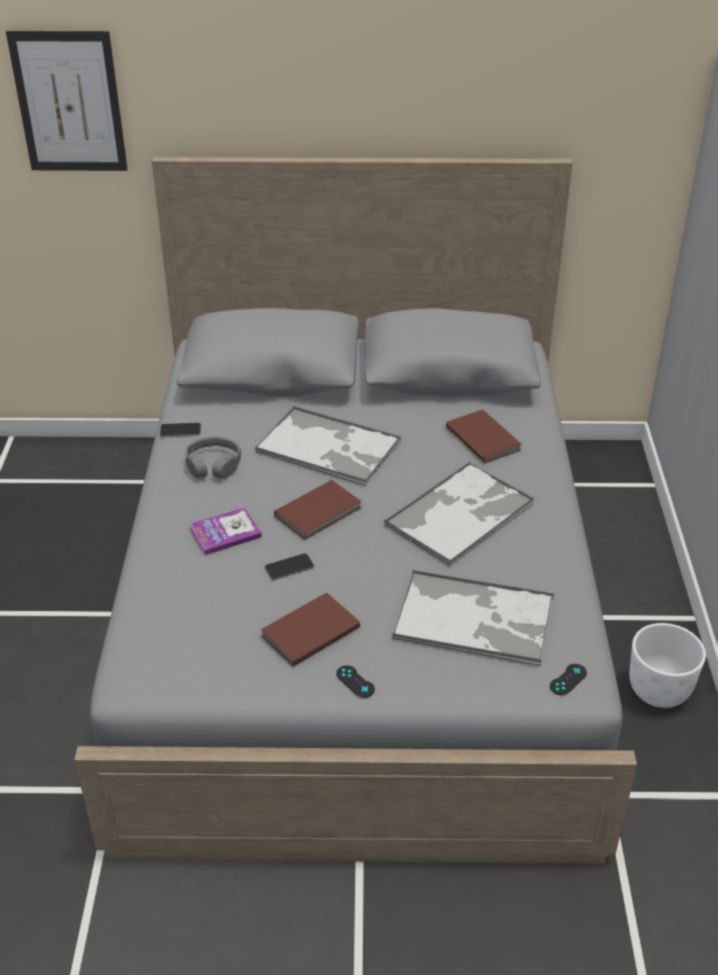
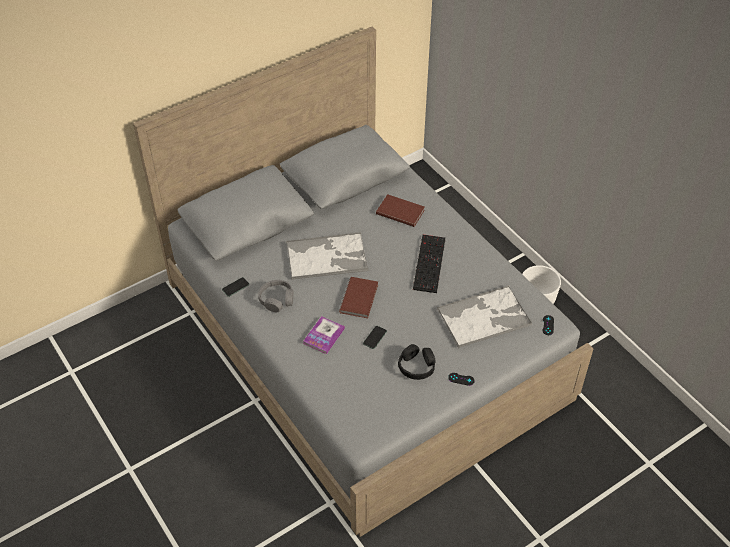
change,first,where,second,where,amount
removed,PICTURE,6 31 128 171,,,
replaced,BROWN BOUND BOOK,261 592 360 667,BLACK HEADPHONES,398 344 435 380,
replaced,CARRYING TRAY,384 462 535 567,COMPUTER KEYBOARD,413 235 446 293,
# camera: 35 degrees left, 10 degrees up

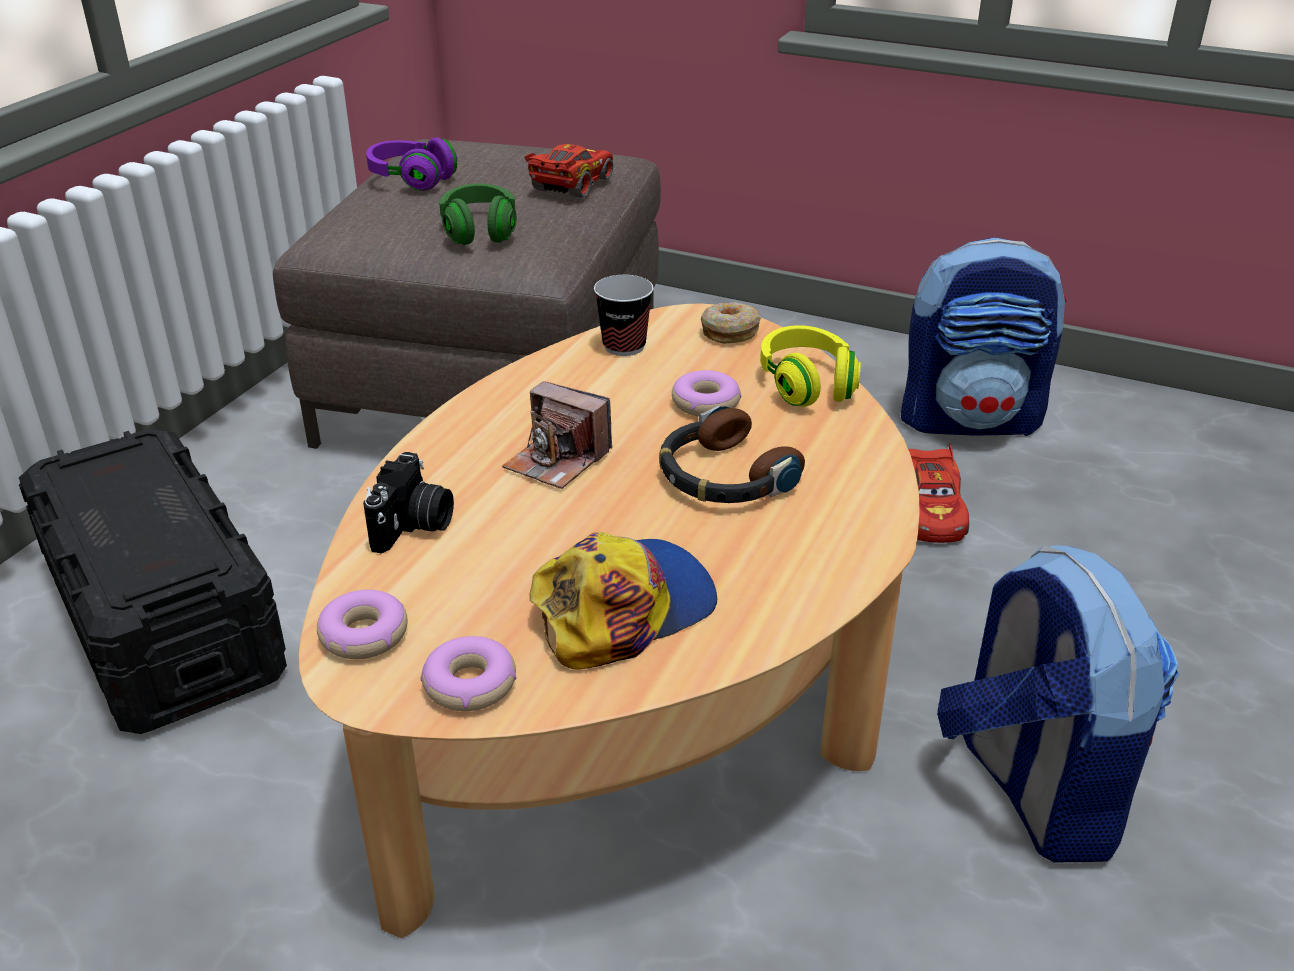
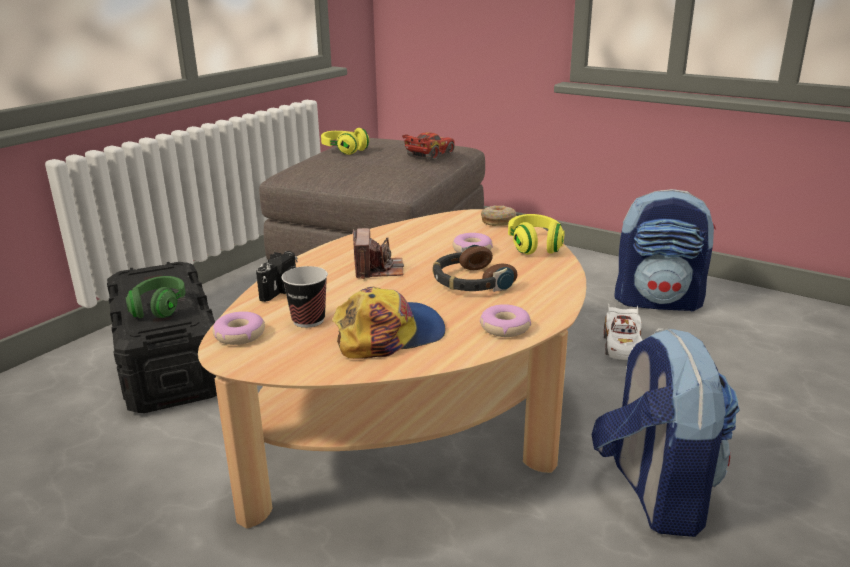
change,first,where,second,where,amount
moved,RING DOUGHNUT,421 636 516 711,,480 304 531 337,
moved,GREEN-COLOURED HEADPHONES,439 183 517 245,,125 276 186 318,
moved,CUP,594 275 654 356,,282 266 328 328,
recoloured,PURPLE HEADPHONES,366 138 457 191,YELLOW HEADPHONES,321 128 369 155,
recoloured,RED-COLOURED MINIATURE CAR,908 443 969 543,WHITISH MINIATURE CAR,604 304 642 360,
turned,PHOTO CAMERA,502 381 612 489,,353 228 404 279,135 degrees counterclockwise
# camera: 10 degrees right, 10 degrees down

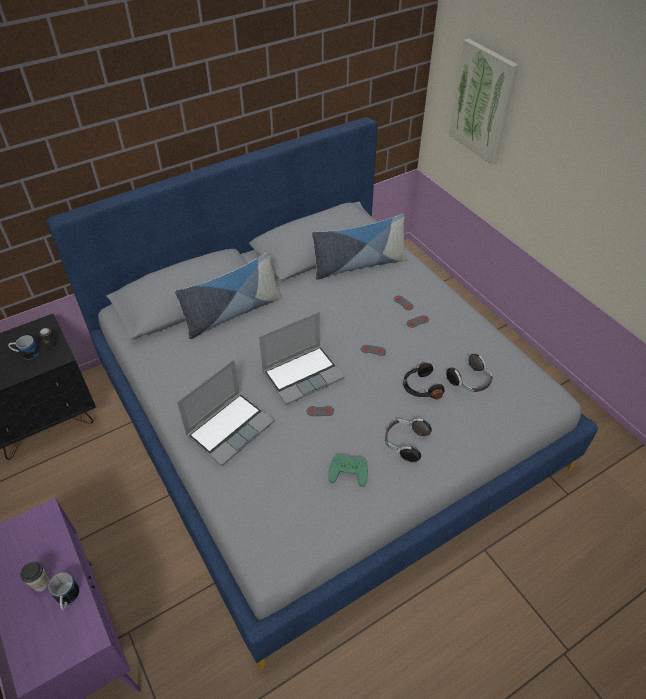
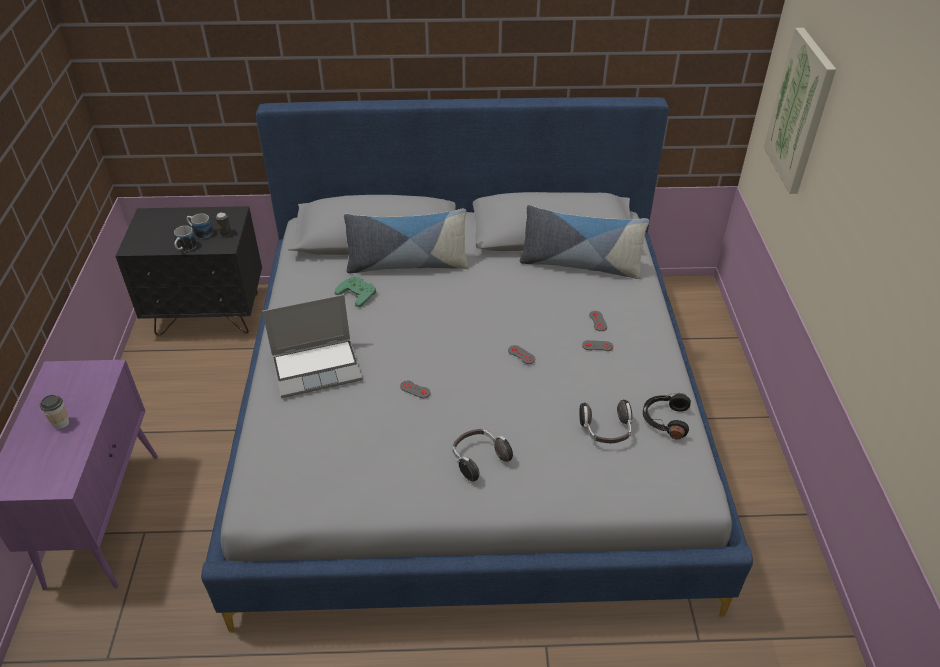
change,first,where,second,where,amount
removed,NOTEBOOK COMPUTER,259 311 345 405,,,
moved,TEA MUG,48 573 79 611,,174 226 197 251,
moved,GREEN-COLOURED GAMEPAD,328 454 368 487,,335 276 376 307,
moved,BLACK HEADPHONES,403 362 445 399,,643 393 691 440,
# camera: 30 degrees right, 5 degrees down

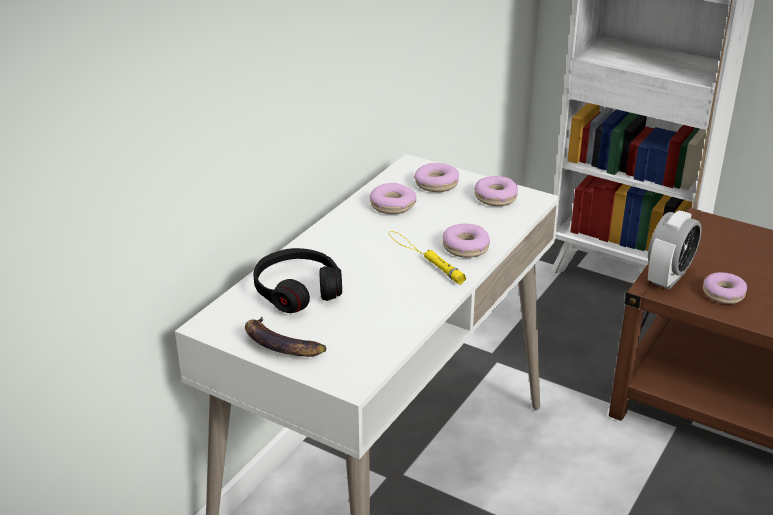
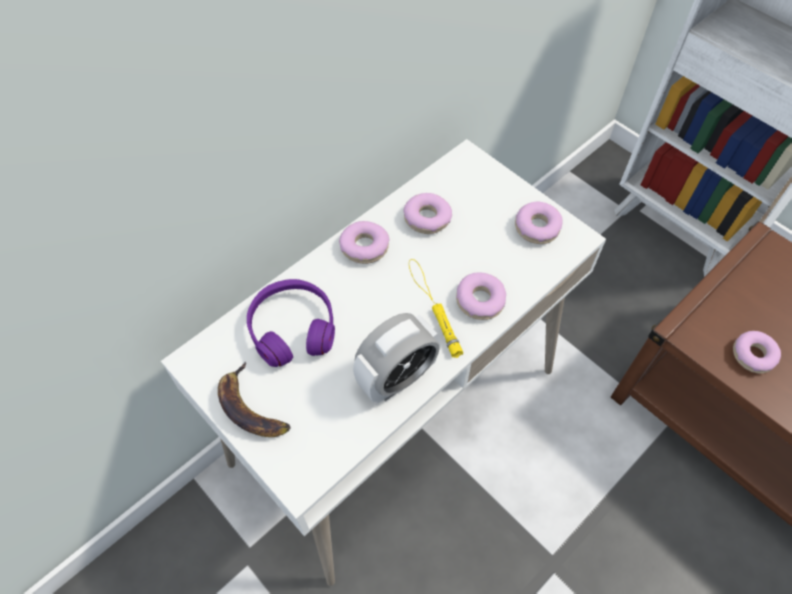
change,first,where,second,where,amount
moved,RING DOUGHNUT,414 163 459 192,,339 221 389 264,
moved,BEDSIDE CLOCK,648 210 701 290,,353 313 441 405,
recoloured,BLACK HEADPHONES,253 248 342 313,PURPLE HEADPHONES,247 279 335 367,
# camera: 15 degrees right, 25 degrees up

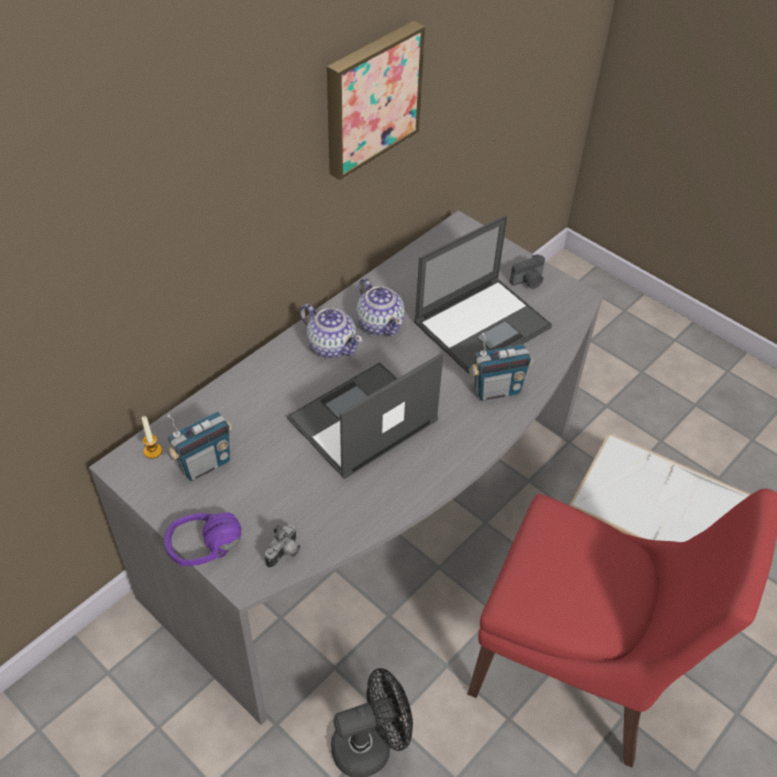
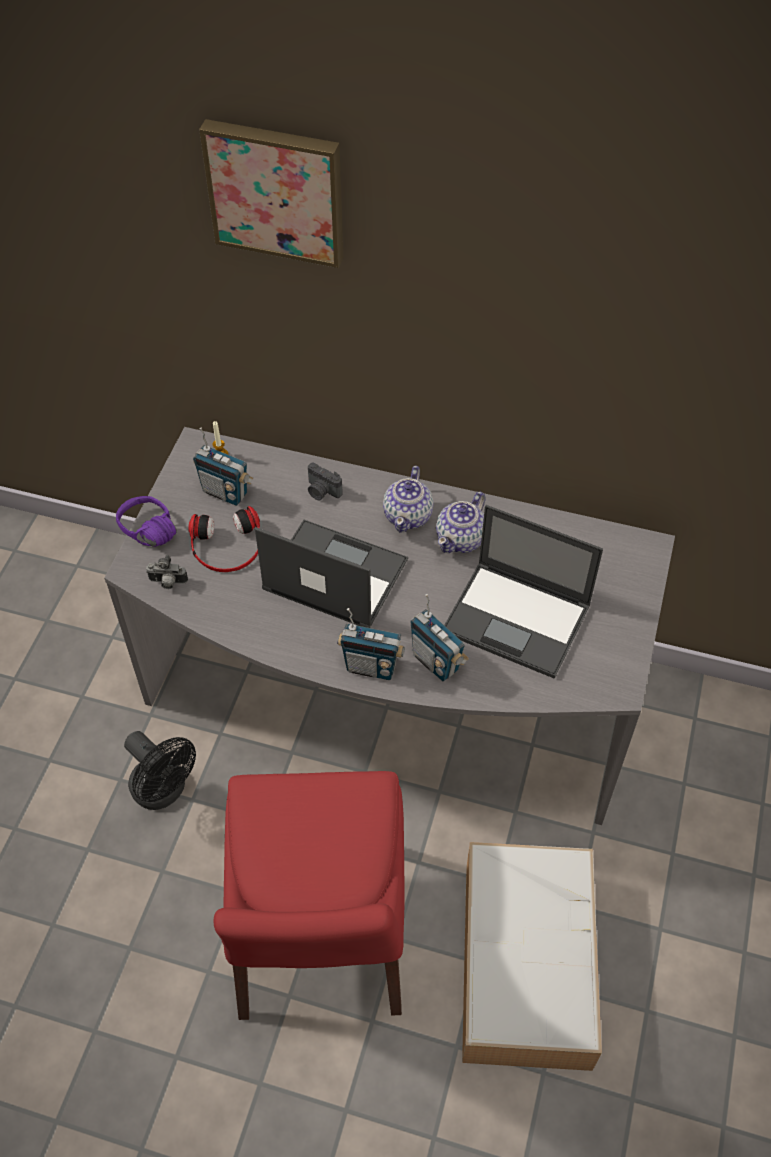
change,first,where,second,where,amount
added,,,HEADPHONES,188 506 260 572,
added,,,RADIO,337 608 405 680,
moved,PICTURE,327 21 425 180,,199 119 343 268,
moved,PHOTO CAMERA,510 254 545 289,,308 462 343 500,
# camera: 65 degrees right, 5 degrees up

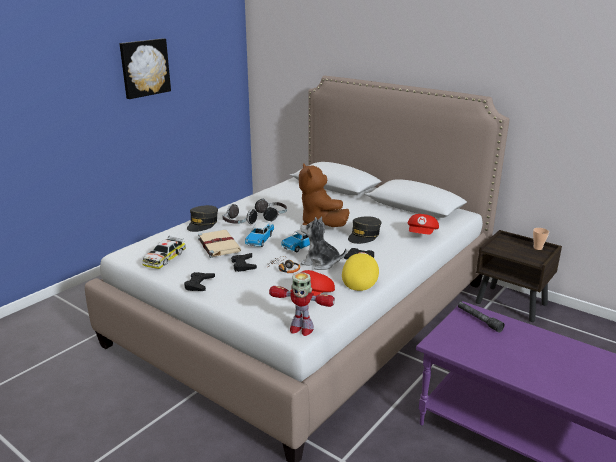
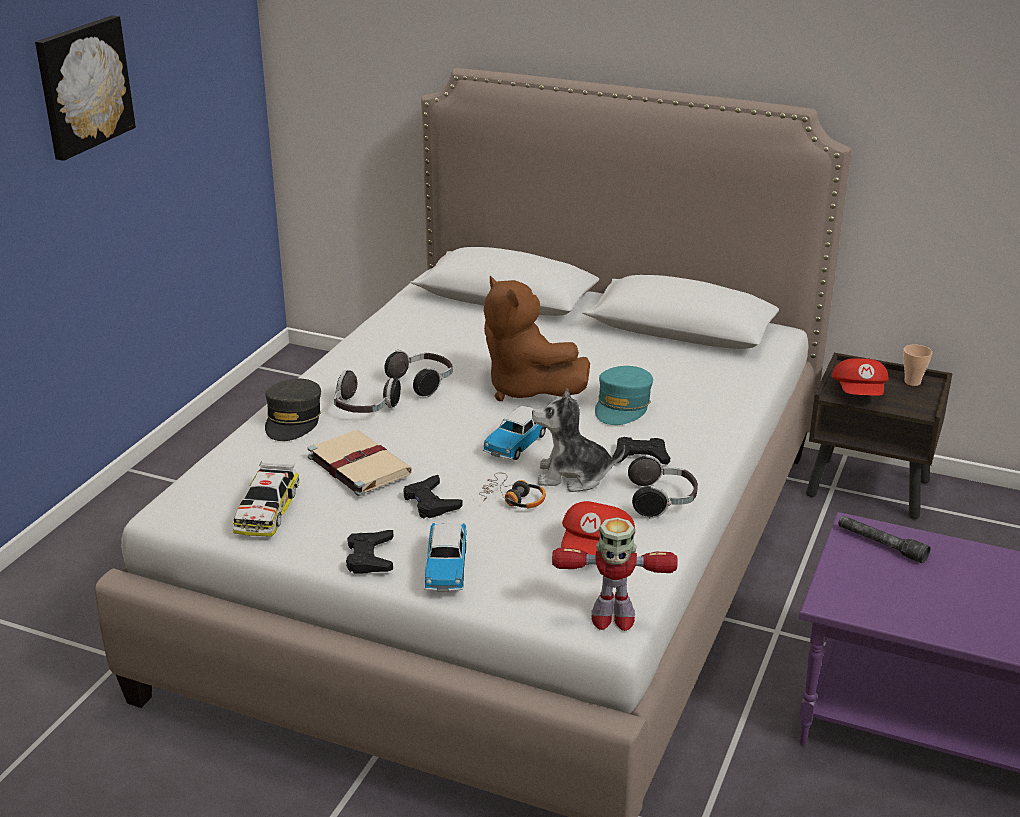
change,first,where,second,where,amount
moved,MINIATURE CAR,245 222 274 247,,424 523 467 592,
moved,RED-COLOURED CAP,408 214 439 235,,832 358 889 396,
replaced,YELLOW CAP,342 252 379 291,HEADPHONES,628 455 698 519,
recoloured,GREY CAP,348 216 381 244,TURQUOISE CAP,595 366 653 425,
# camera: 15 degrees left, 5 degrees up

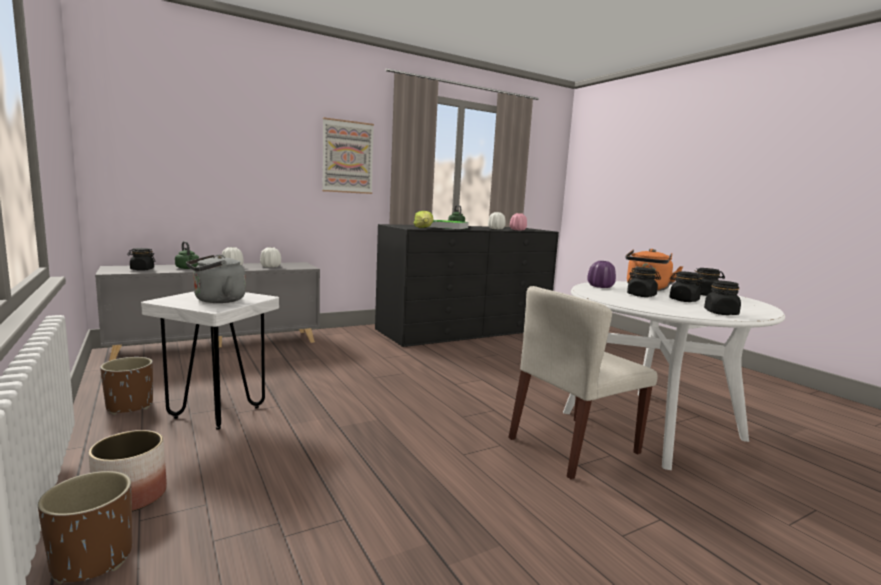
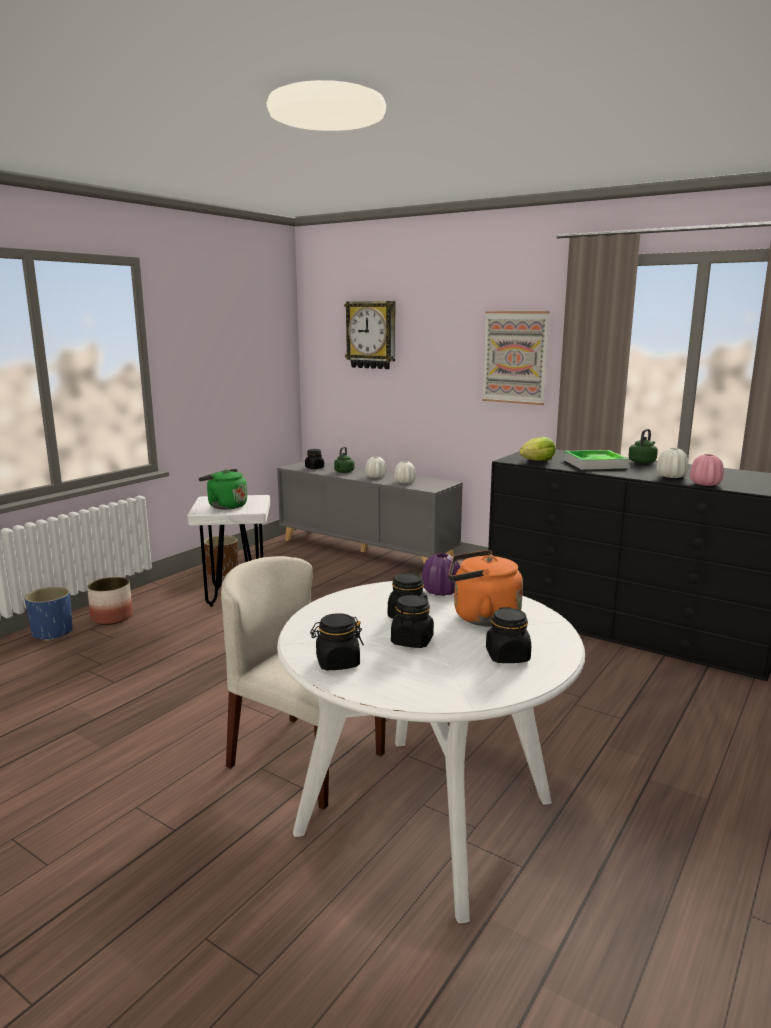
change,first,where,second,where,amount
added,,,CLOCK ON THE WALL,344 301 395 369,
recoloured,BROWN PLANTER,38 471 132 584,BLUE-COLOURED PLANTER,24 587 73 641,
recoloured,GREY WATER KETTLE,186 254 246 303,GREEN-COLOURED WATER KETTLE,199 469 247 510,
# camera: 65 degrees right, 5 degrees up

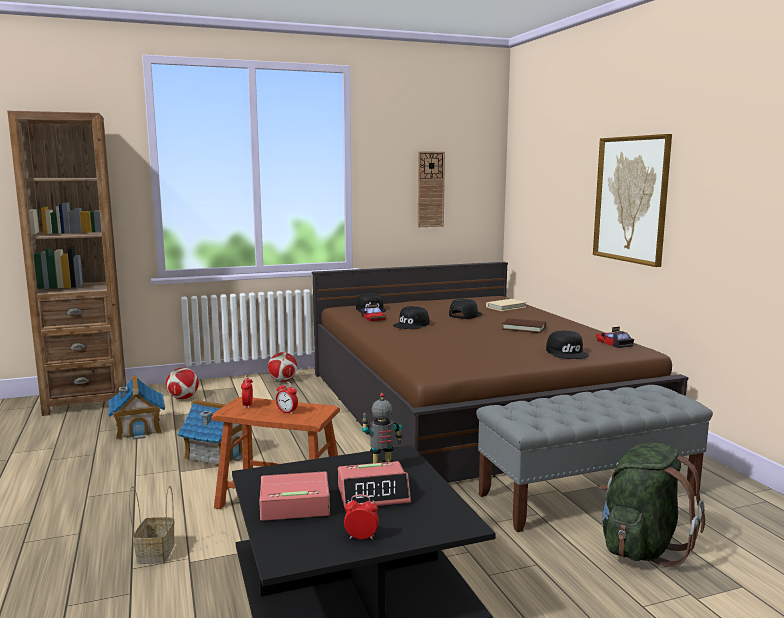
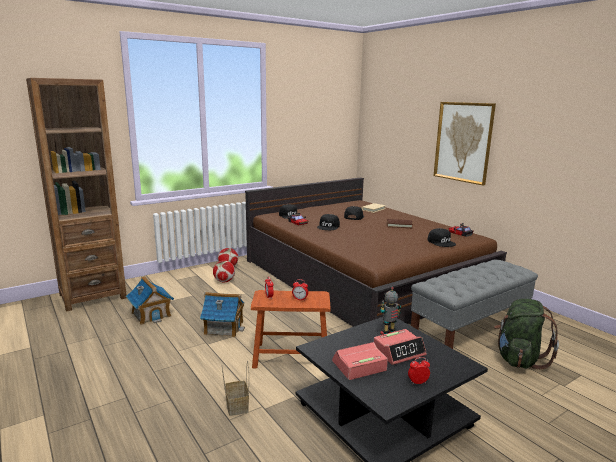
change,first,where,second,where,amount
removed,CLOCK ON THE WALL,418 151 445 227,,,
moved,FOOTBALL BALL,166 367 199 399,,213 260 235 283,
# camera: 15 degrees left, 5 degrees up

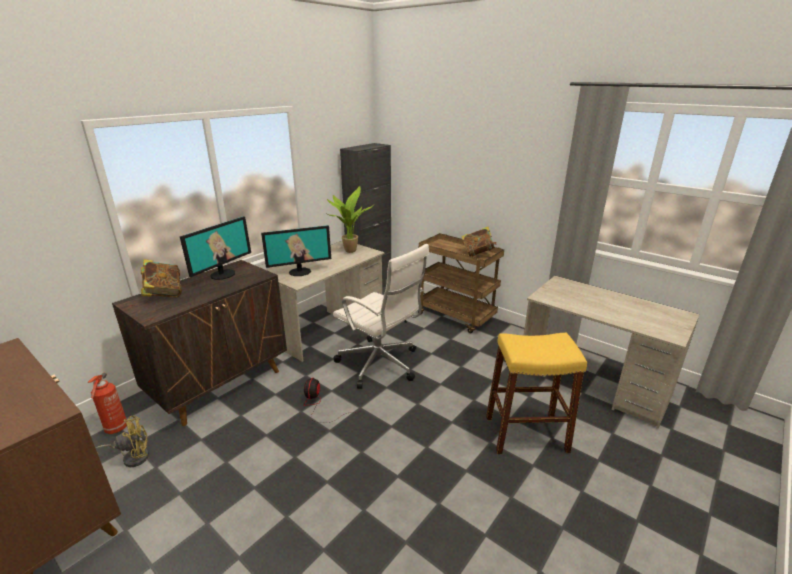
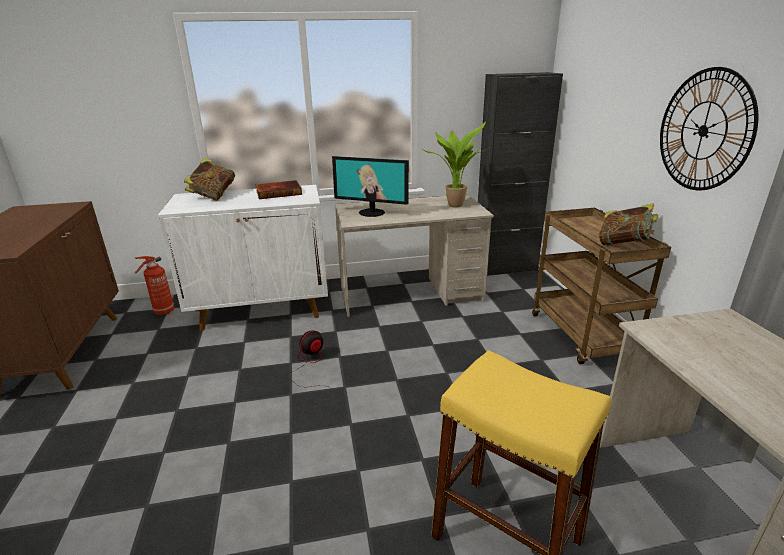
change,first,where,second,where,amount
removed,YELLOW COOLING FAN,96 416 149 467,,,
removed,WHITISH COMPUTER CHAIR,333 244 429 389,,,
added,,,CLOCK ON THE WALL,660 67 758 190,
replaced,MONITOR,180 216 251 280,BOUND BOOK,255 180 302 199,
recoloured,BROWN CABINET,112 260 287 426,WHITISH CABINET,158 185 328 331,
# camera: 40 degrees right, 0 degrees up

